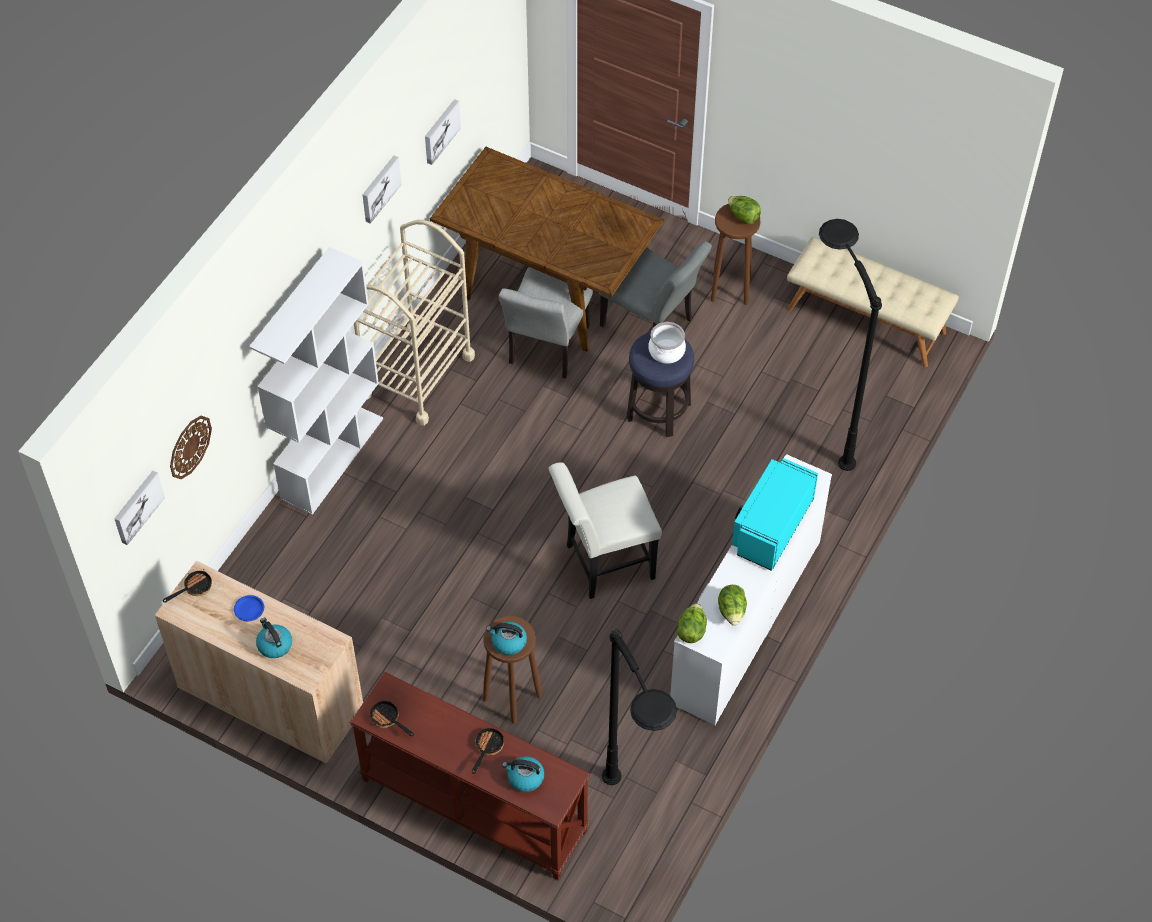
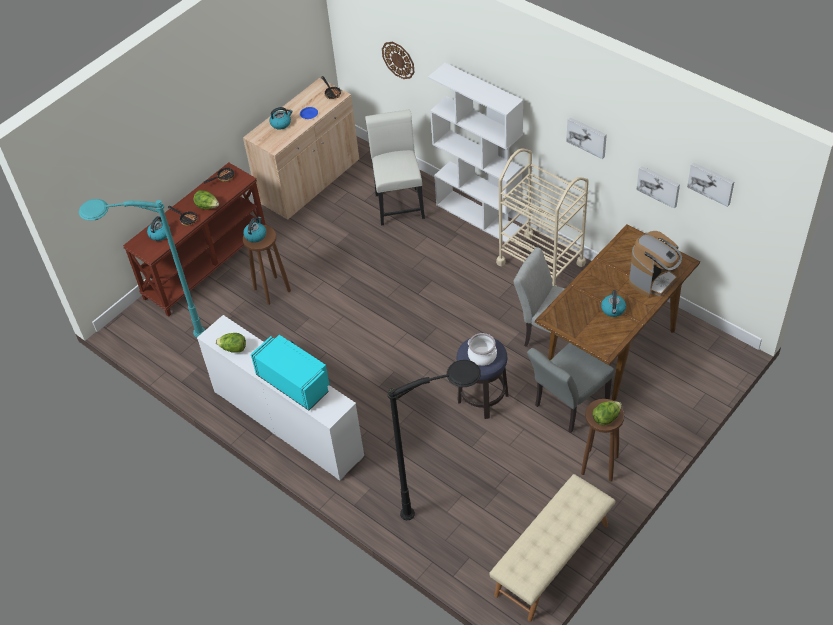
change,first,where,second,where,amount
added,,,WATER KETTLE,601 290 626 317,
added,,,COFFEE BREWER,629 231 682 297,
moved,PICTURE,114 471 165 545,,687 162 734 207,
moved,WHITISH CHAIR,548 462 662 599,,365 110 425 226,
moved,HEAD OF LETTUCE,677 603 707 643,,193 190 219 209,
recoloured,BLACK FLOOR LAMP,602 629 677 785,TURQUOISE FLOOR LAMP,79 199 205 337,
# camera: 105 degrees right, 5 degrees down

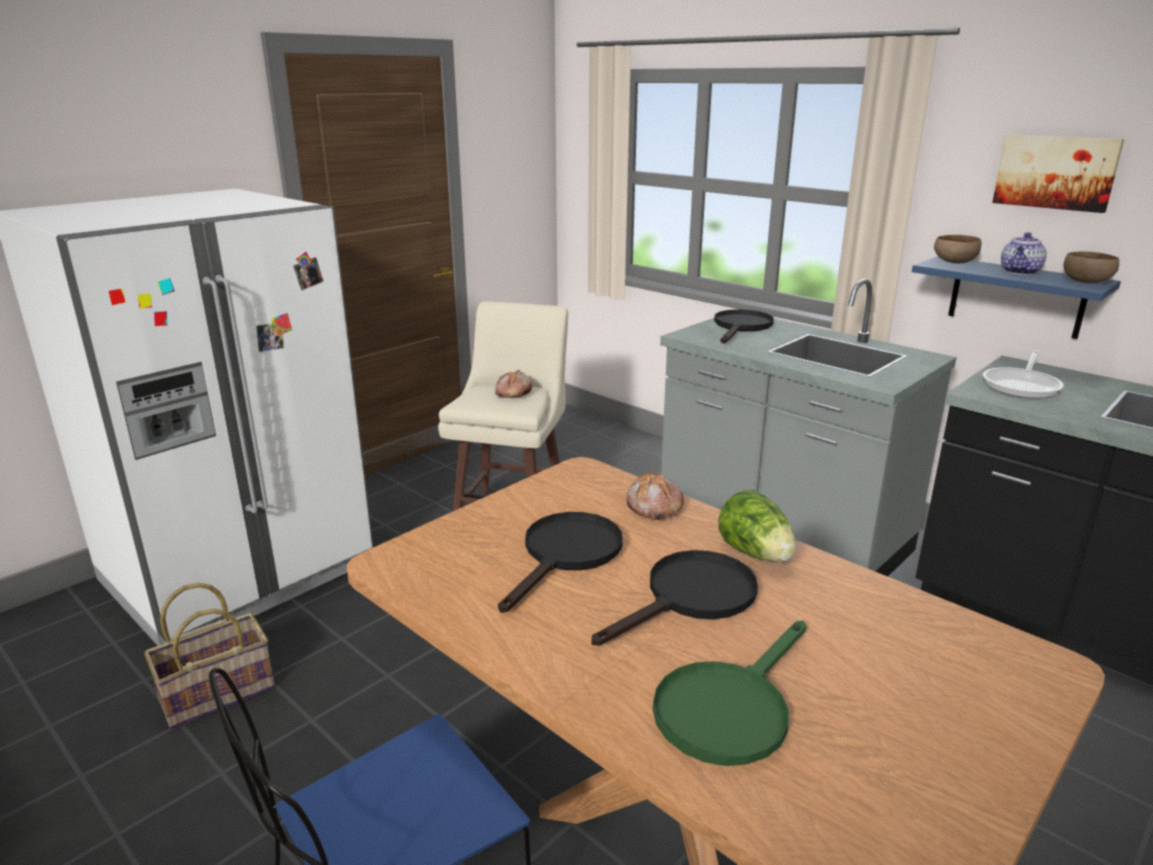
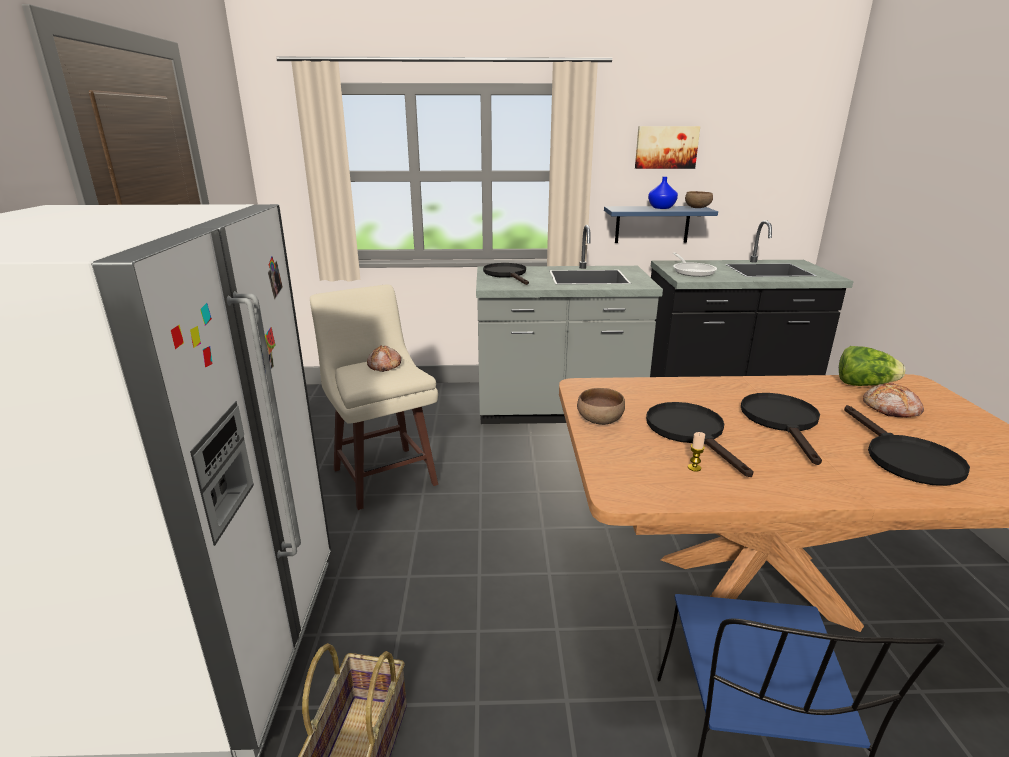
change,first,where,second,where,amount
added,,,CANDLE,688 432 705 472,
moved,BAKED BREAD,627 471 684 520,,863 382 924 417,
moved,HEAD OF LETTUCE,718 489 797 562,,839 346 905 386,
moved,BROWN BOWL,934 235 982 263,,577 388 625 425,
replaced,TEA POT,1001 232 1047 275,BLUE-COLOURED DECORATIVE VASE,648 177 678 209,
recoloured,GREEN-COLOURED PAN,653 620 806 766,BLACK PAN,844 405 970 486,
# camera: 45 degrees left, 0 degrees up

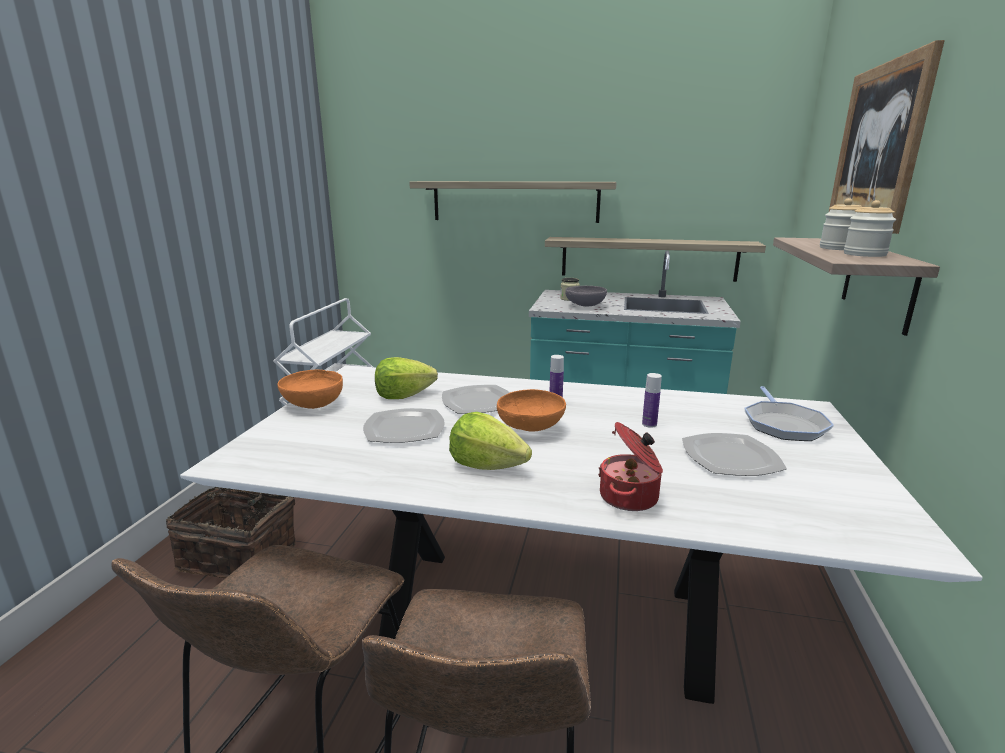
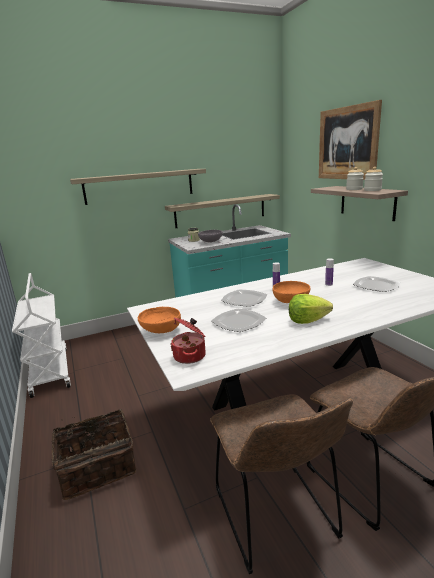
change,first,where,second,where,amount
removed,HEAD OF LETTUCE,375 357 438 399,,,
removed,PAN,745 386 834 441,,,
moved,STOCKPOT,598 422 663 511,,170 317 206 364,
# camera: 35 degrees left, 0 degrees up

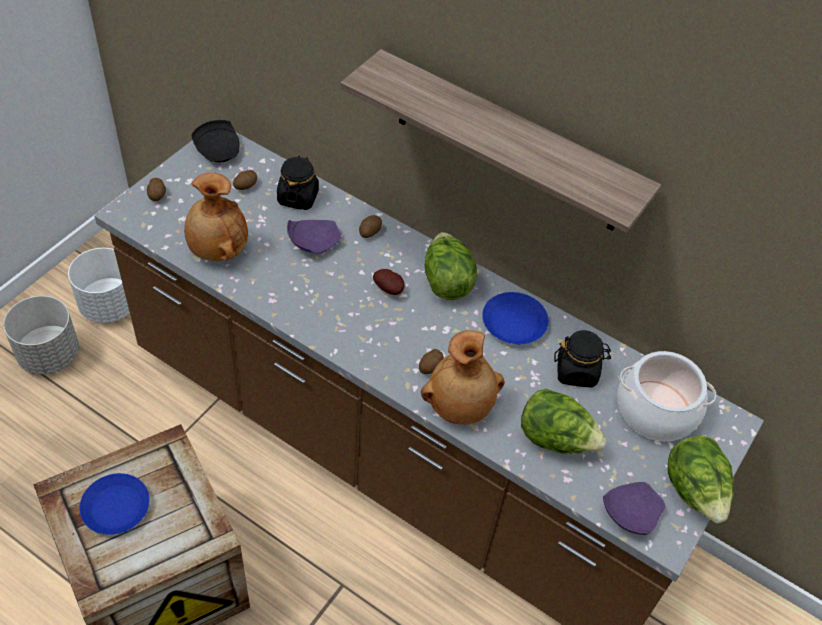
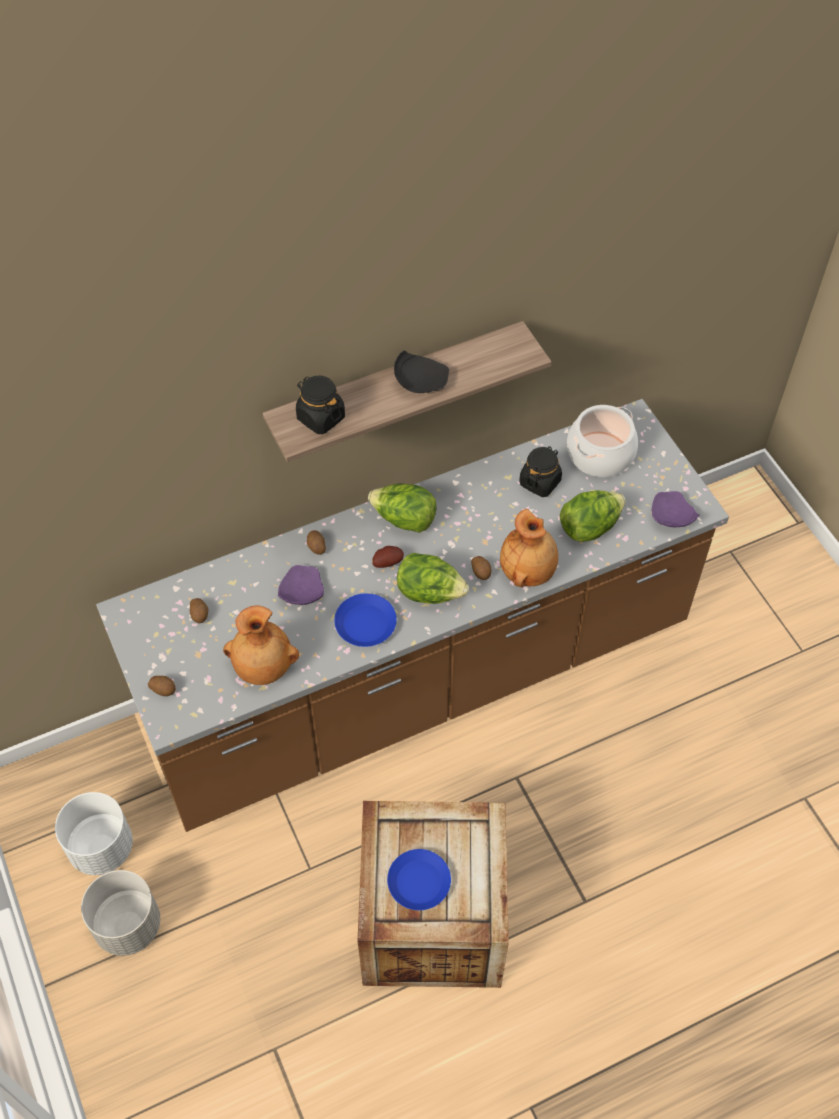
change,first,where,second,where,amount
moved,BLACK FLAT DISH,191 120 240 162,,394 350 449 393,
moved,BLACK JAR,277 156 319 210,,296 376 345 434,
moved,BLUE-COLOURED FLAT DISH,482 292 549 344,,334 593 397 647,
moved,HEAD OF LETTUCE,668 436 734 523,,397 553 469 604,
# camera: 55 degrees left, 5 degrees up

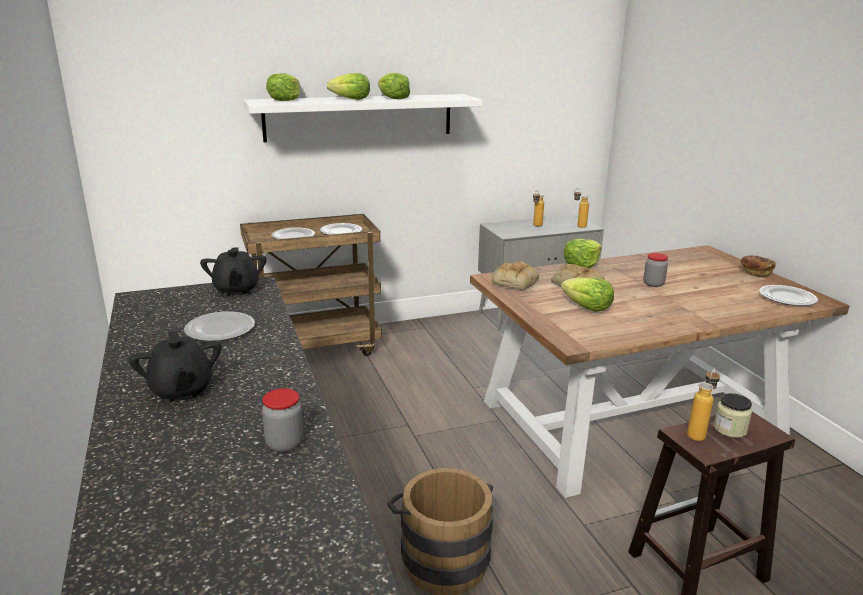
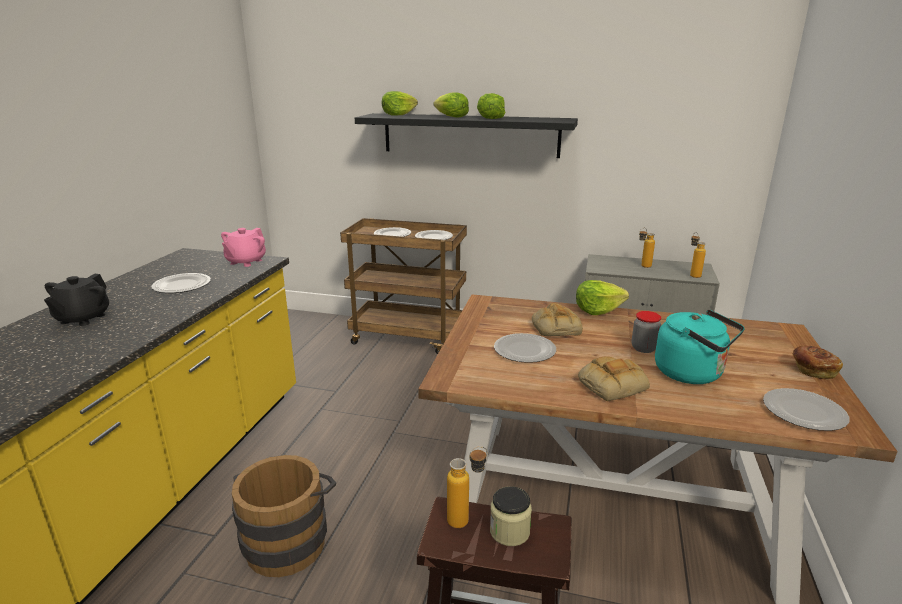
change,first,where,second,where,amount
removed,JAR,262 388 303 452,,,
added,,,TURQUOISE WATER KETTLE,655 309 745 384,
moved,BAKED BREAD,492 261 539 291,,578 356 650 401,
replaced,HEAD OF LETTUCE,561 277 614 312,FLAT DISH,494 333 556 363,
recoloured,BLACK TEA POT,200 247 266 296,PINK-COLOURED TEA POT,221 228 266 267,
recoloured,WHITISH WALL SHELF,244 94 482 142,BLACK WALL SHELF,355 113 578 158,
# camera: 35 degrees right, 0 degrees up

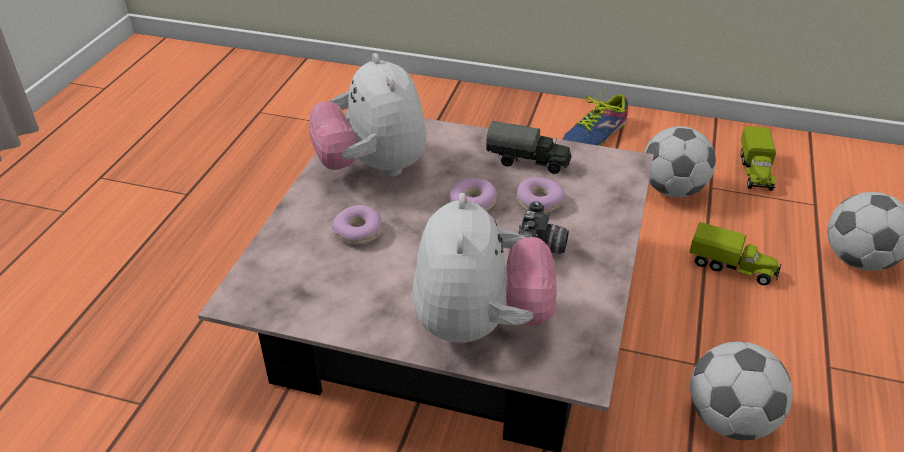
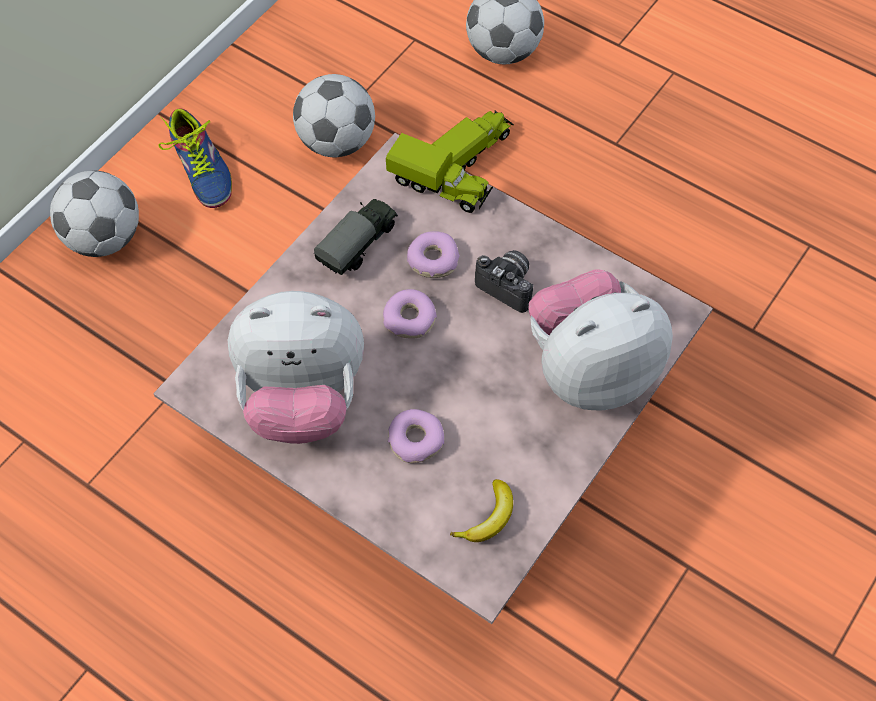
change,first,where,second,where,amount
added,,,BANANA FRUIT,450 479 513 542,
moved,FOOTBALL BALL,690 341 793 440,,50 171 139 257,
moved,TOY LORRY,741 126 776 191,,386 133 493 213,
turned,CUDDLY TOY,413 193 557 344,,528 269 673 410,45 degrees counterclockwise
# camera: 70 degrees left, 20 degrees up

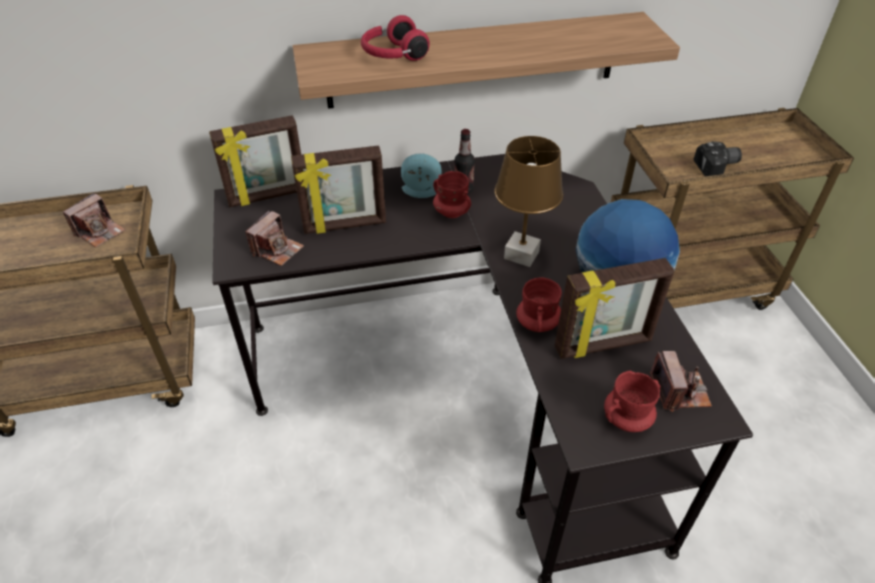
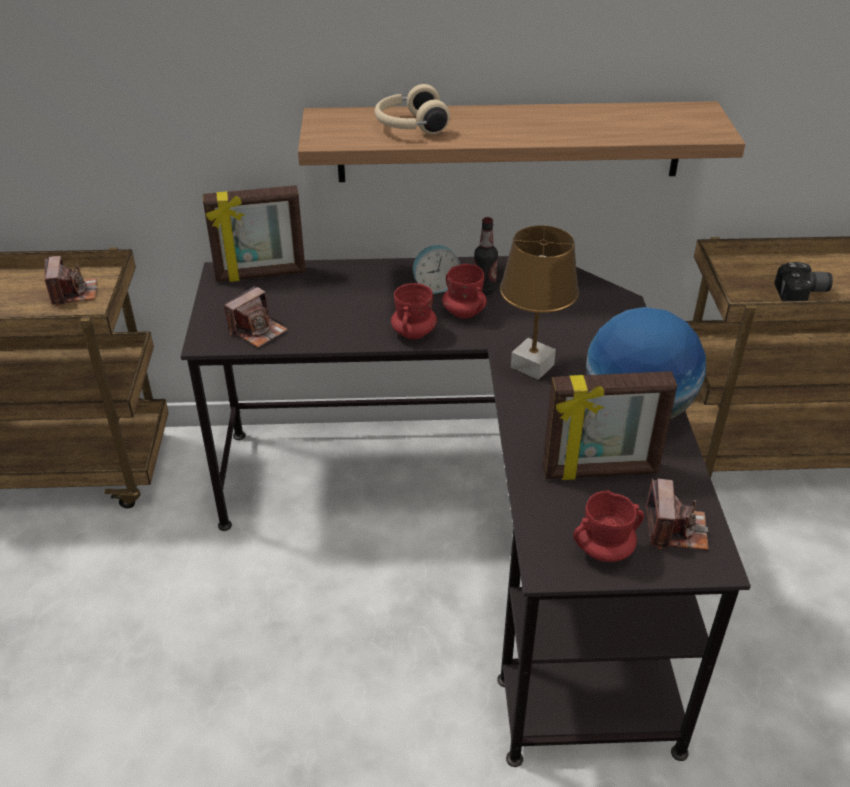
change,first,where,second,where,amount
removed,PHOTO FRAME,291 145 386 234,,,
moved,RED-COLOURED TEA MUG,516 277 562 332,,391 283 437 340,
recoloured,RED-COLOURED HEADPHONES,361 15 430 61,BEIGE HEADPHONES,374 84 450 134,
turned,PHOTO CAMERA,63 193 126 247,,44 256 97 306,60 degrees counterclockwise
turned,BEDSIDE CLOCK,401 153 442 198,,413 245 460 294,150 degrees clockwise
# camera: 10 degrees right, 5 degrees down

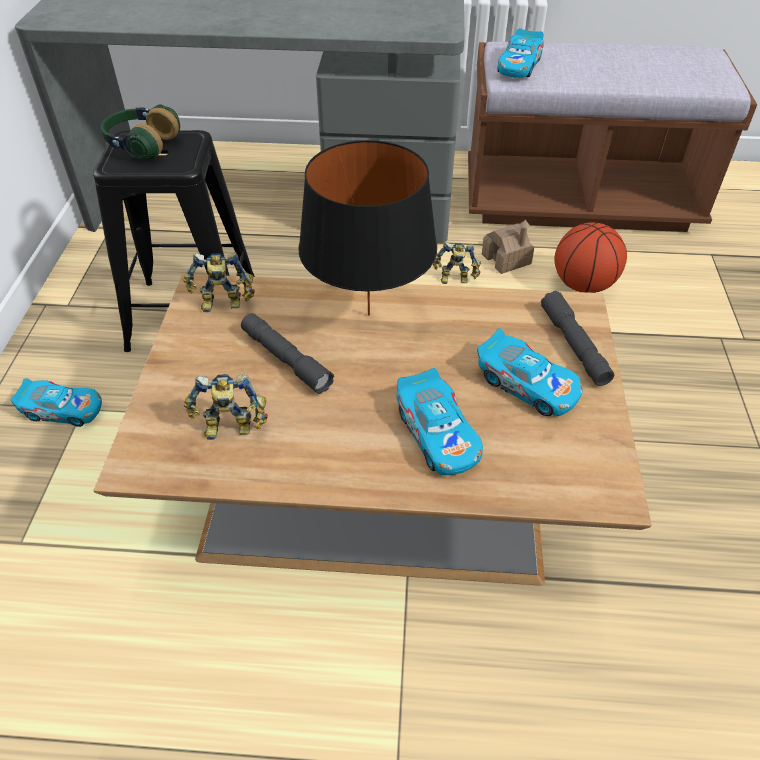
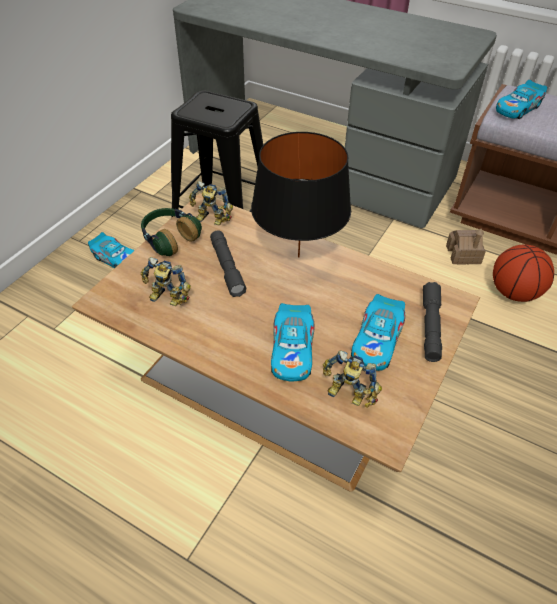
change,first,where,second,where,amount
moved,HEADPHONES,101 104 180 159,,141 208 202 256,
moved,TOY ROBOT,433 242 481 284,,323 350 382 408,
turned,MINIATURE CAR,477 328 583 416,,351 294 405 371,45 degrees clockwise
# camera: 25 degrees right, 0 degrees up

